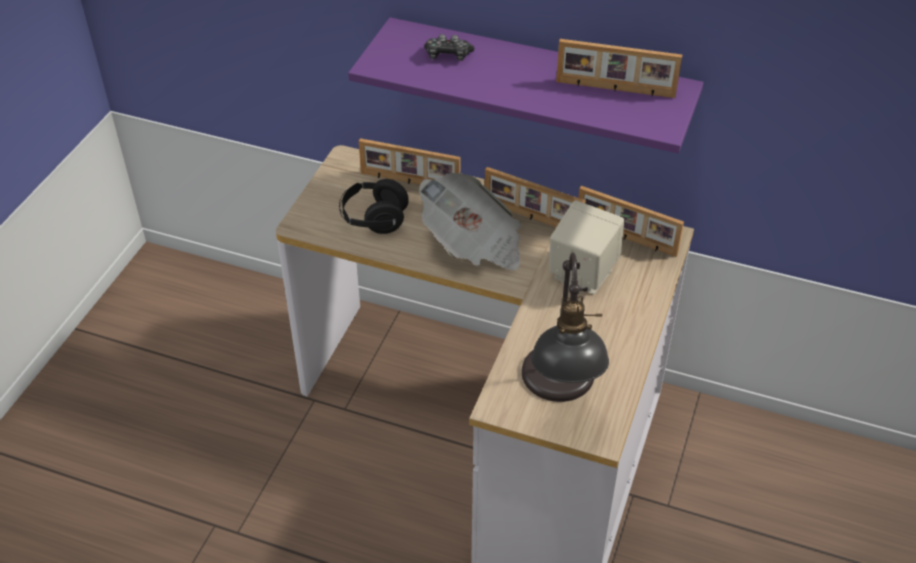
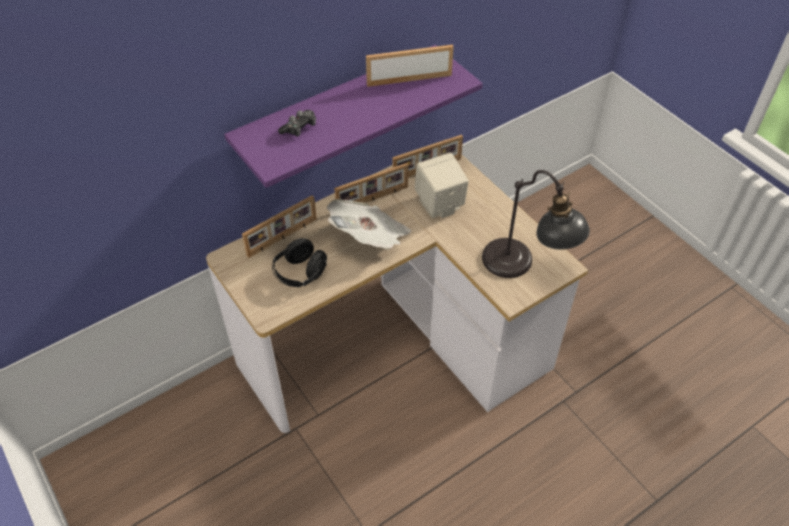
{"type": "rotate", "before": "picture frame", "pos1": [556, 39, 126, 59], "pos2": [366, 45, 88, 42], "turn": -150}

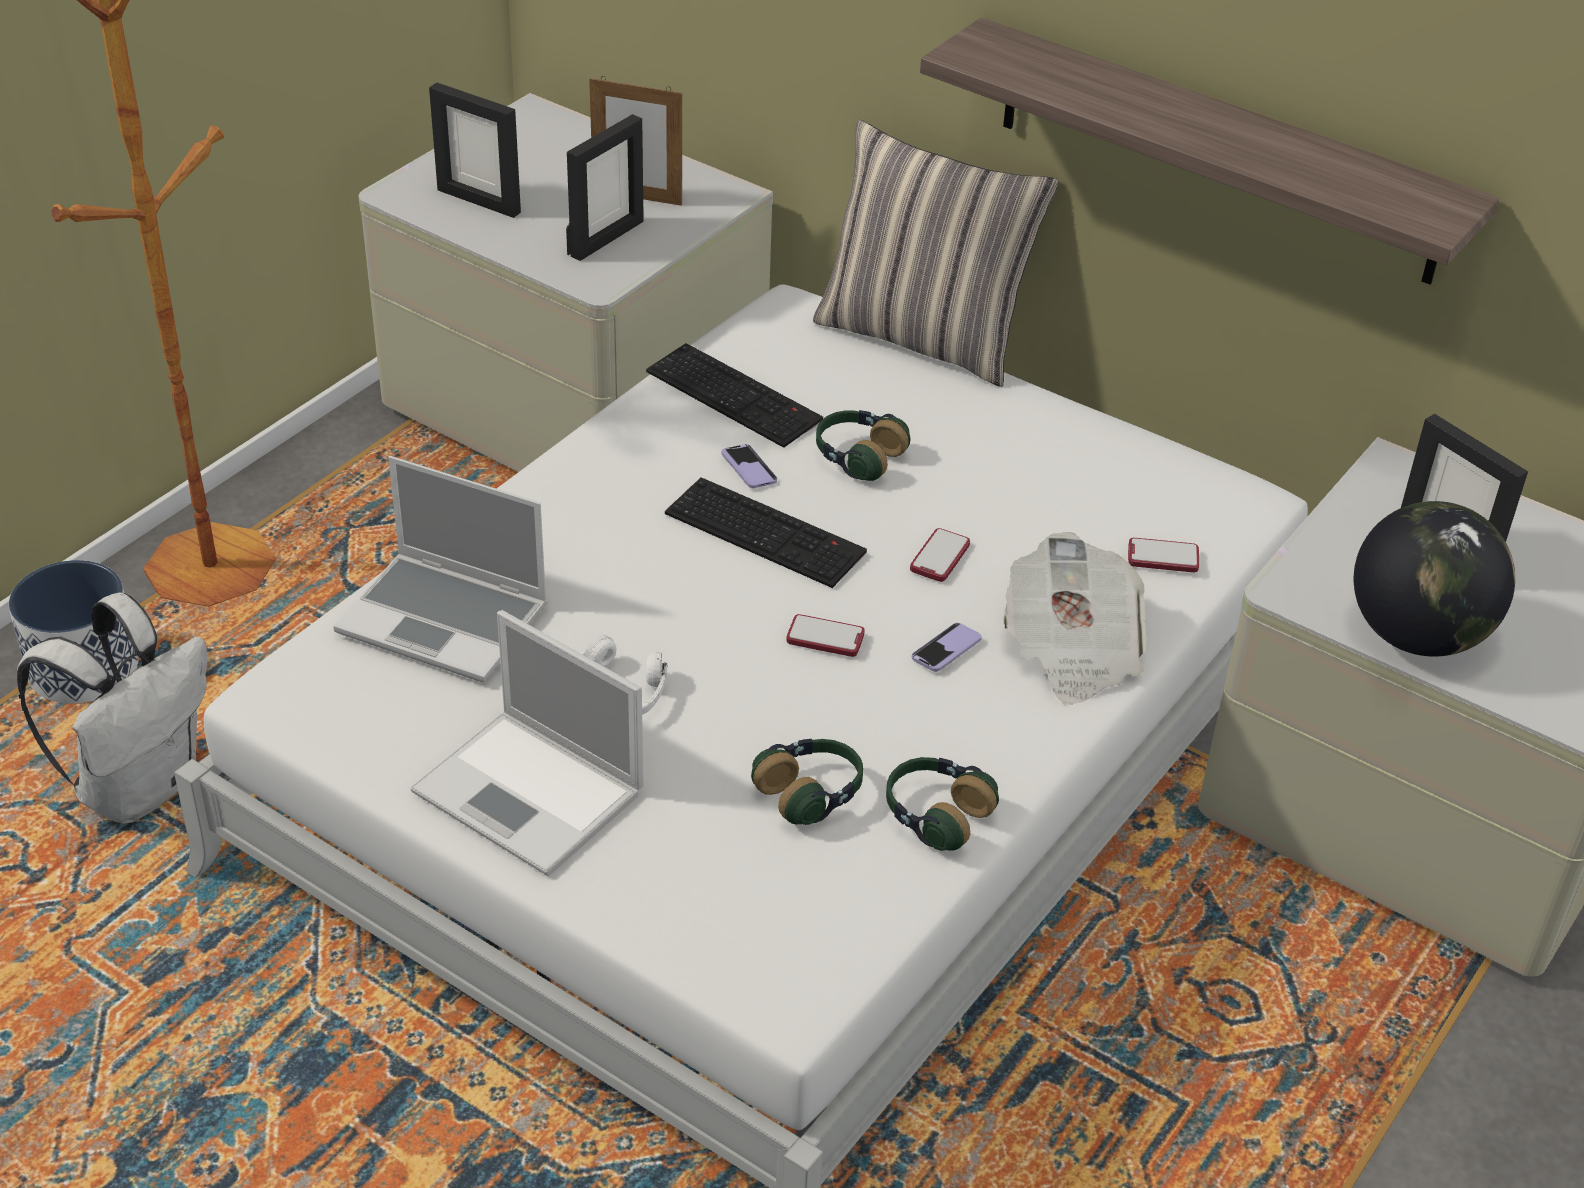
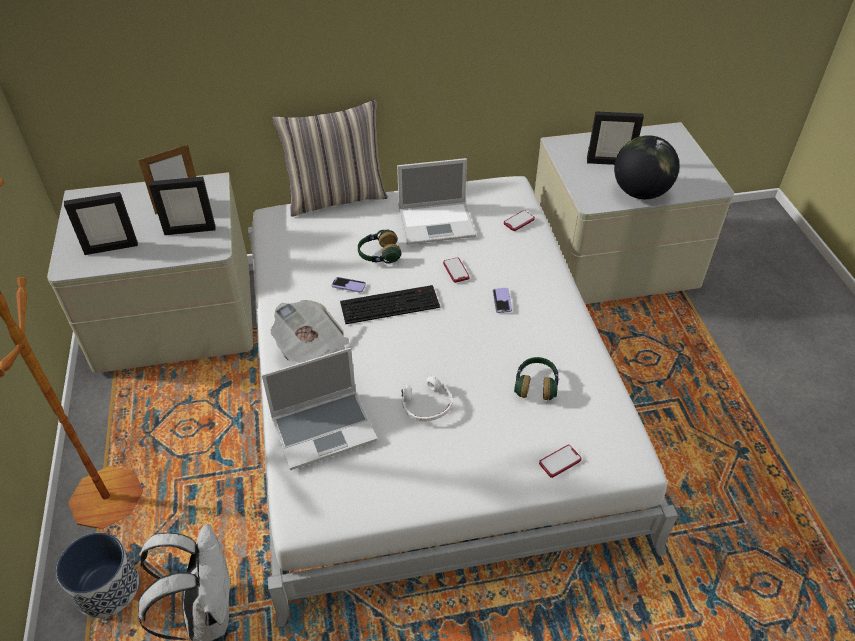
{"type": "rotate", "before": "picture frame", "pos1": [566, 114, 78, 147], "pos2": [149, 177, 67, 58], "turn": 90}
{"type": "move", "before": "newspaper", "pos1": [1002, 532, 145, 173], "pos2": [271, 300, 78, 63]}
{"type": "move", "before": "laptop", "pos1": [410, 610, 233, 266], "pos2": [397, 158, 79, 87]}
{"type": "move", "before": "phone", "pos1": [786, 614, 79, 43], "pos2": [539, 445, 43, 33]}
{"type": "delete", "before": "keyboard", "pos1": [646, 343, 177, 105]}
{"type": "delete", "before": "headphones", "pos1": [886, 757, 113, 94]}
{"type": "delete", "before": "shelf", "pos1": [920, 17, 579, 267]}

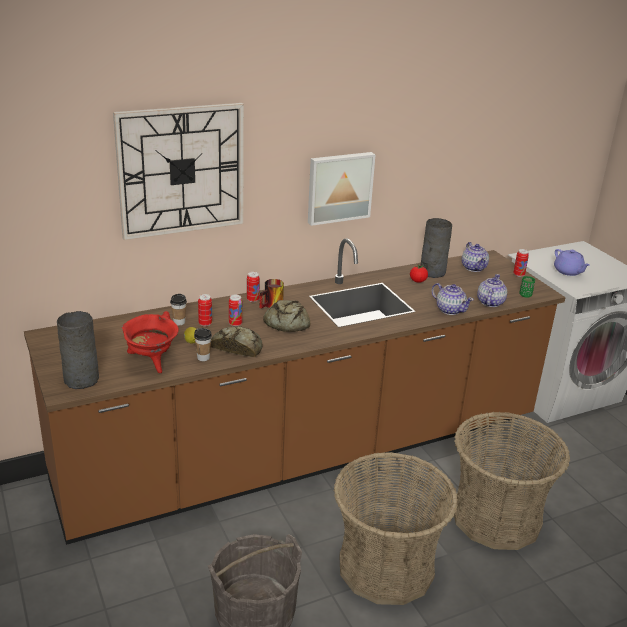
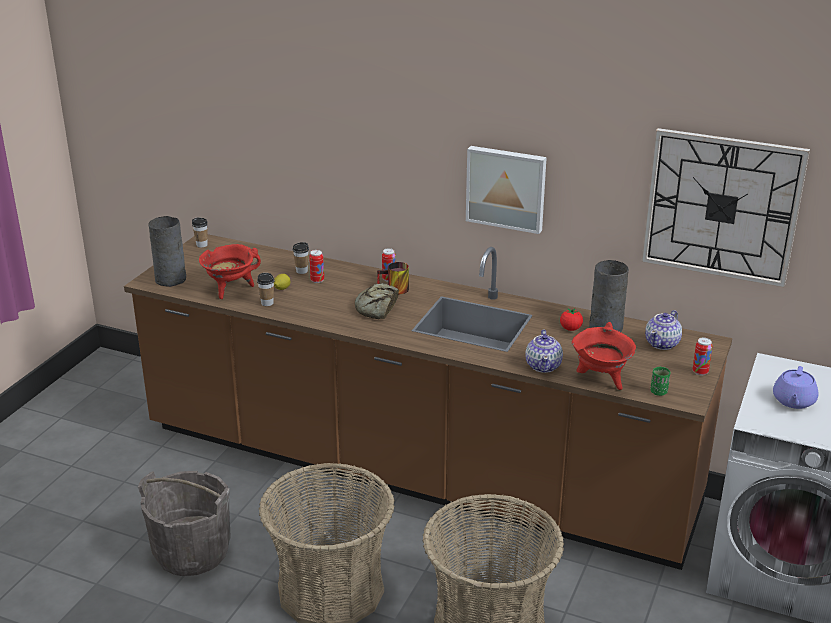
{"type": "insert", "after": "cup", "pos2": [192, 218, 16, 30]}
{"type": "replace", "before": "teapot", "after": "cooking pot in red", "pos1": [477, 274, 30, 33], "pos2": [572, 322, 64, 68]}
{"type": "move", "before": "wall clock", "pos1": [113, 103, 131, 137], "pos2": [642, 128, 168, 159]}
{"type": "delete", "before": "bread", "pos1": [211, 326, 51, 31]}
{"type": "delete", "before": "can", "pos1": [229, 294, 13, 33]}

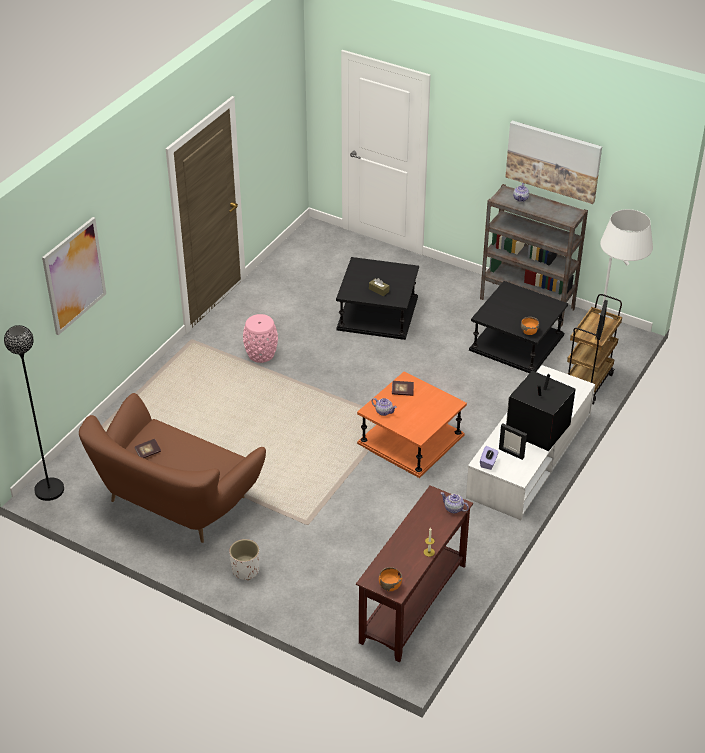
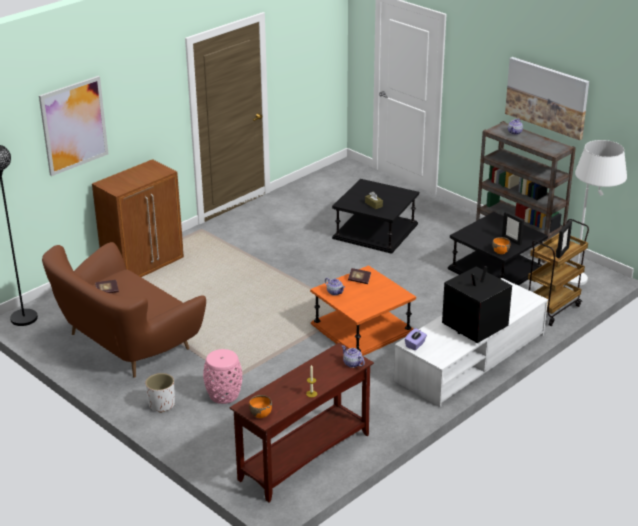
{"type": "insert", "after": "cabinet in brown", "pos2": [92, 159, 92, 118]}
{"type": "move", "before": "stool in pink", "pos1": [243, 314, 35, 49], "pos2": [203, 349, 39, 55]}
{"type": "move", "before": "picture frame", "pos1": [499, 423, 28, 37], "pos2": [502, 211, 22, 35]}

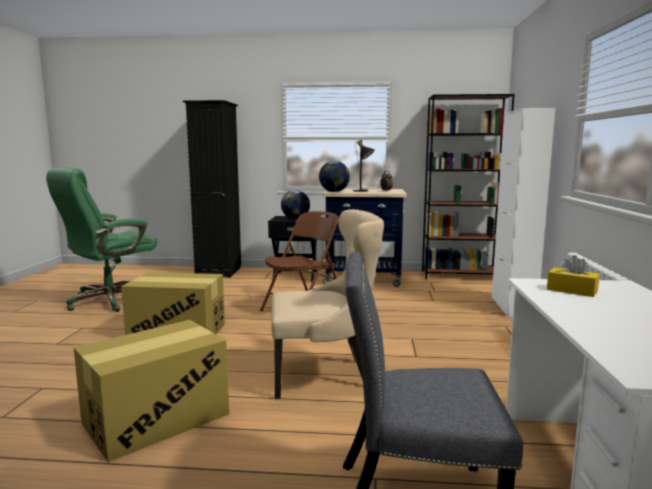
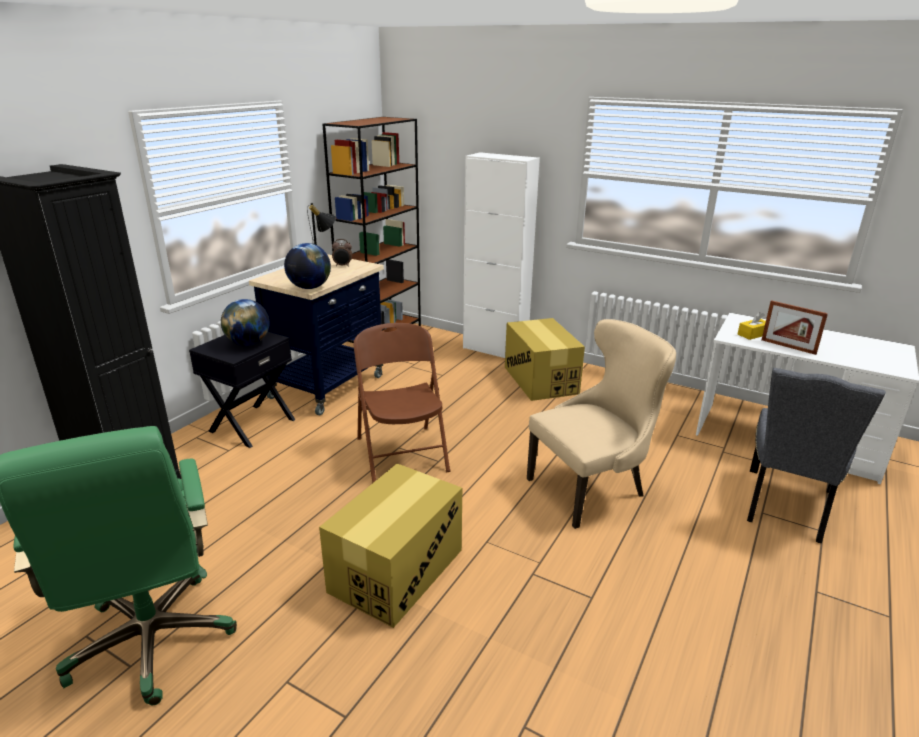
{"type": "move", "before": "cardboard box", "pos1": [74, 320, 155, 142], "pos2": [505, 318, 80, 83]}
{"type": "rotate", "before": "chair in beige", "pos1": [271, 209, 113, 190], "pos2": [527, 319, 149, 210], "turn": 45}
{"type": "insert", "after": "picture frame", "pos2": [762, 300, 66, 55]}

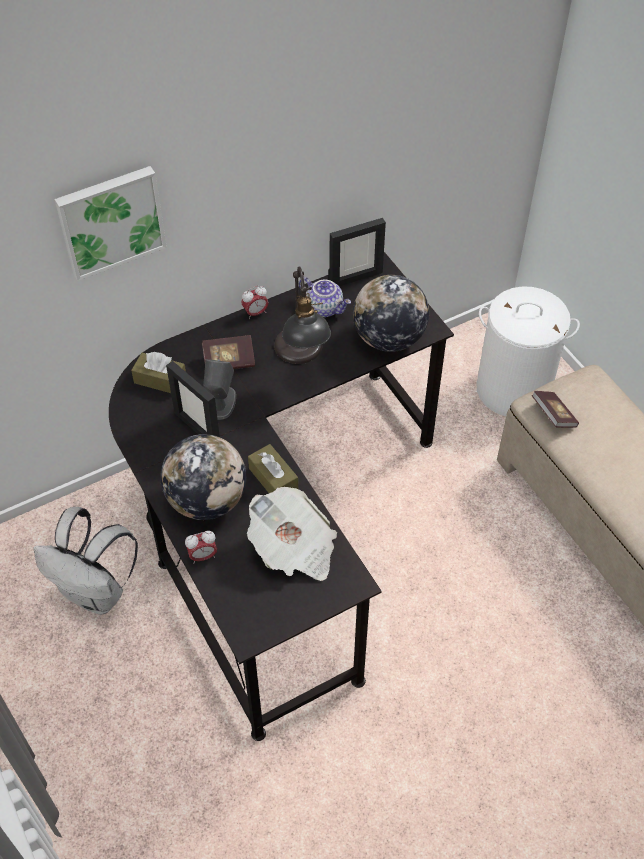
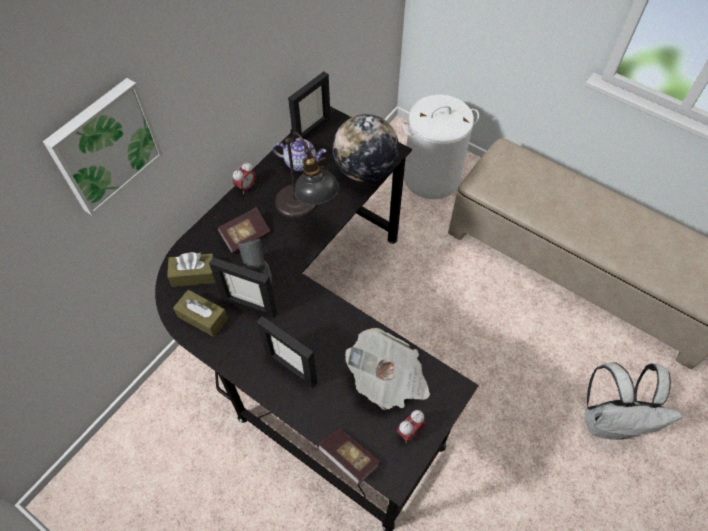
{"type": "move", "before": "tissue box in brown", "pos1": [248, 444, 50, 49], "pos2": [173, 290, 55, 47]}
{"type": "replace", "before": "globe", "after": "picture frame", "pos1": [160, 434, 86, 86], "pos2": [257, 316, 61, 73]}
{"type": "move", "before": "book", "pos1": [532, 391, 47, 37], "pos2": [317, 428, 64, 57]}
{"type": "move", "before": "alarm clock", "pos1": [185, 531, 32, 32], "pos2": [397, 410, 29, 33]}
{"type": "move", "before": "backpack in white", "pos1": [33, 507, 105, 108], "pos2": [585, 362, 97, 78]}

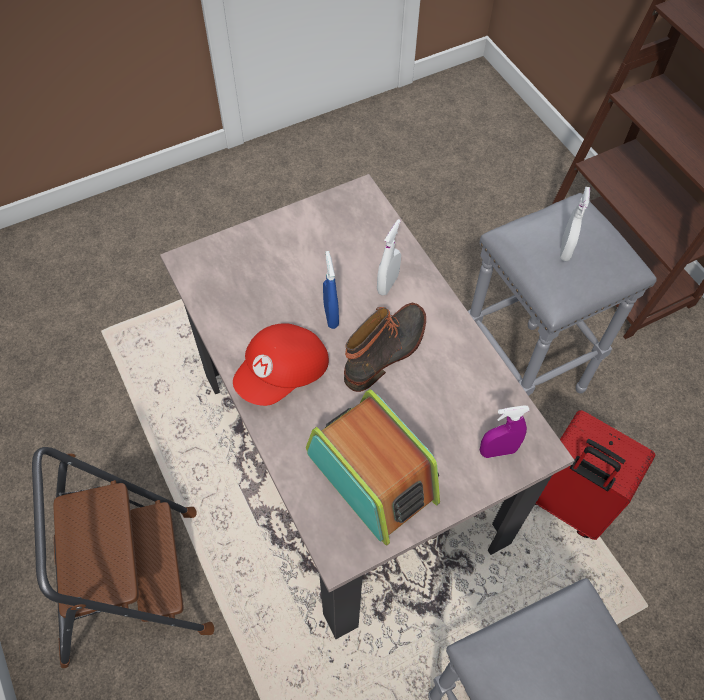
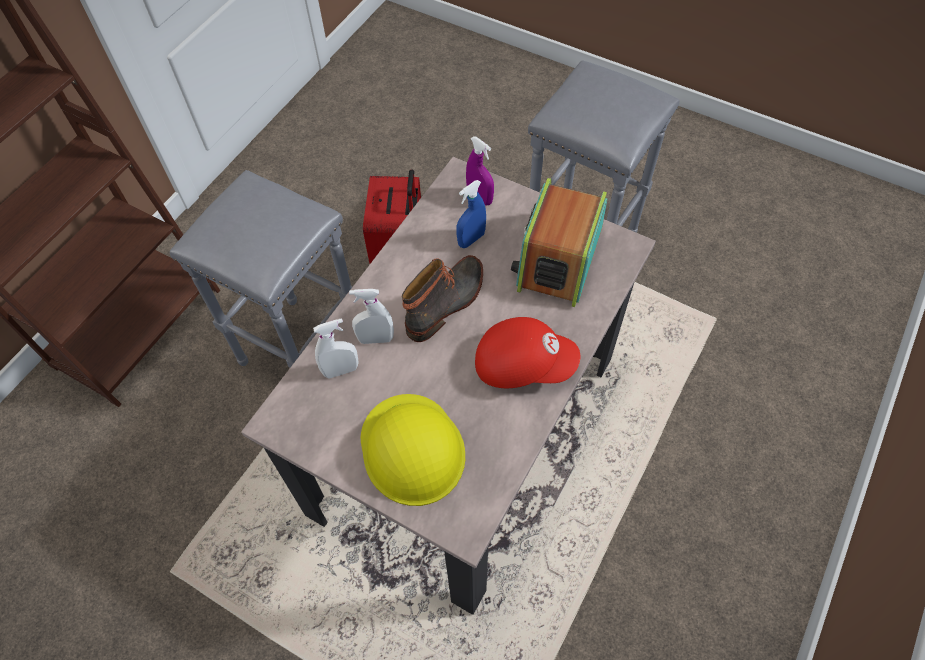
{"type": "move", "before": "spray bottle in white", "pos1": [560, 187, 30, 74], "pos2": [313, 318, 46, 61]}
{"type": "insert", "after": "hard hat in yellow", "pos2": [361, 394, 104, 112]}
{"type": "rotate", "before": "boot", "pos1": [344, 303, 82, 89], "pos2": [401, 255, 82, 87], "turn": 120}
{"type": "move", "before": "spray bottle in blue", "pos1": [323, 251, 16, 78], "pos2": [456, 180, 30, 68]}
{"type": "delete", "before": "step ladder in brown", "pos1": [32, 447, 182, 221]}

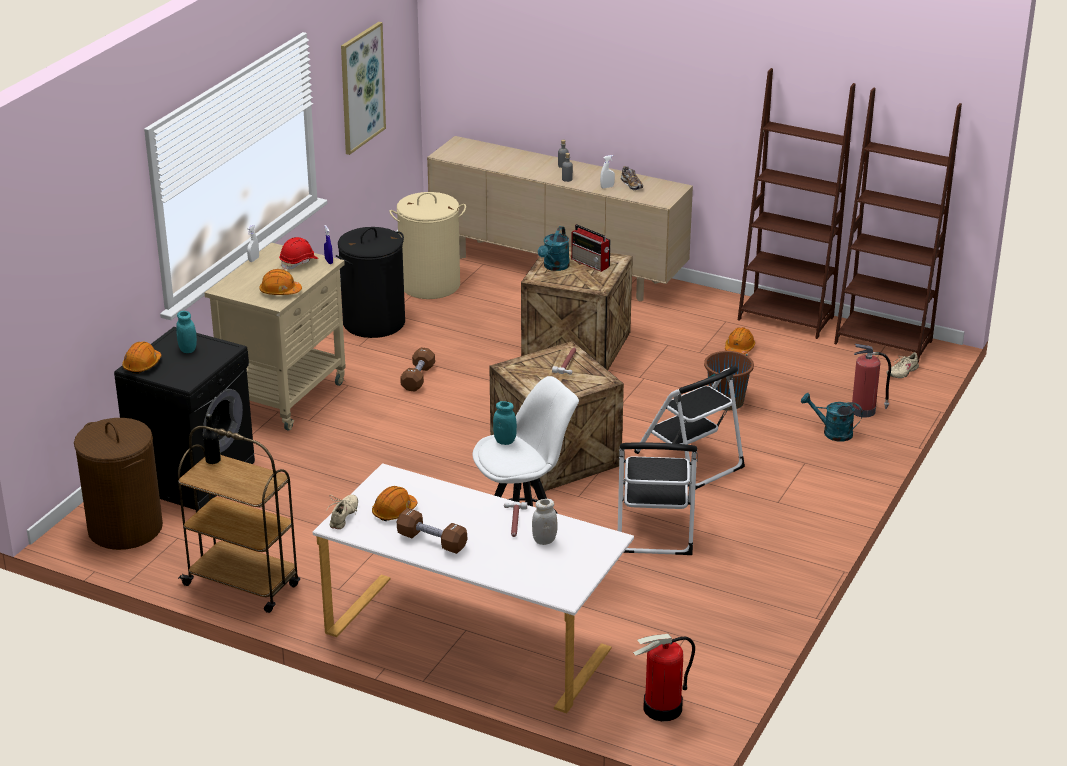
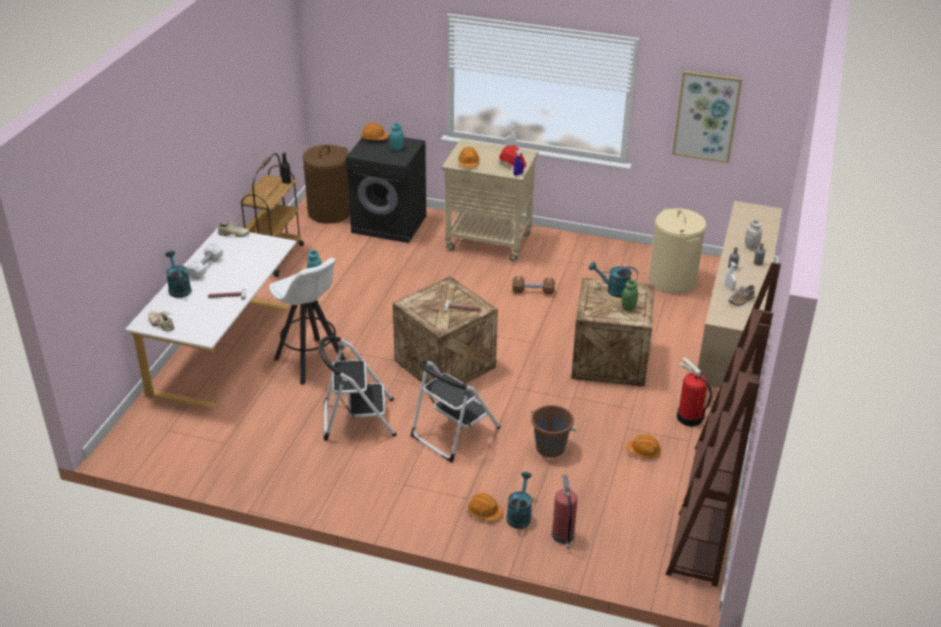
{"type": "move", "before": "shoe in beige", "pos1": [886, 352, 34, 26], "pos2": [148, 311, 27, 21]}
{"type": "insert", "after": "watering can in turquoise", "pos2": [165, 251, 26, 47]}
{"type": "recolor", "before": "dumbbell in brown", "after": "dumbbell in white", "pos1": [397, 508, 70, 46], "pos2": [186, 243, 37, 37]}
{"type": "move", "before": "hard hat in orange", "pos1": [372, 486, 45, 35], "pos2": [468, 493, 35, 28]}
{"type": "replace", "before": "radio", "after": "jar in green", "pos1": [571, 224, 39, 48], "pos2": [622, 280, 16, 31]}
{"type": "move", "before": "fire extinguisher", "pos1": [633, 634, 62, 87], "pos2": [677, 357, 35, 69]}
{"type": "move", "before": "jar in white", "pos1": [532, 499, 26, 46], "pos2": [745, 220, 17, 30]}
{"type": "delete", "before": "laundry basket in black", "pos1": [336, 227, 69, 111]}

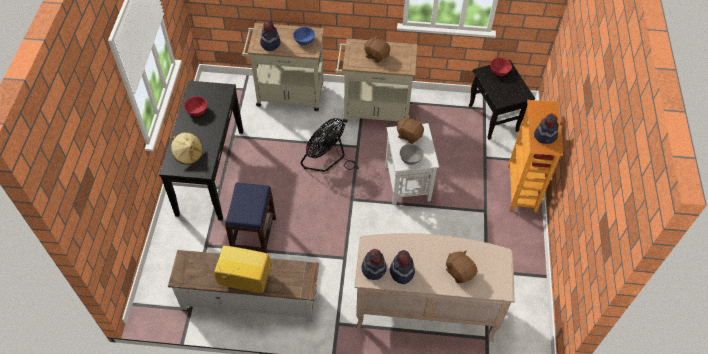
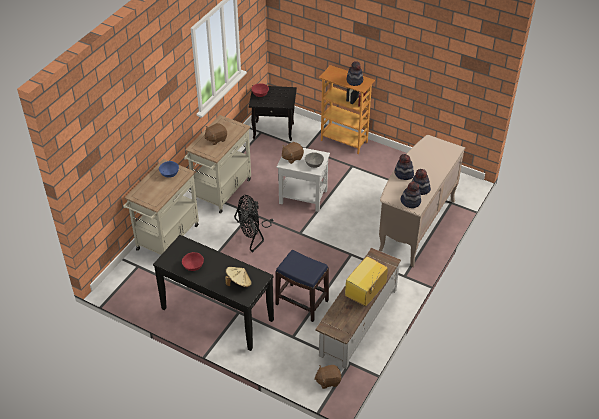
{"type": "move", "before": "plush toy in brown", "pos1": [446, 250, 32, 33], "pos2": [314, 365, 27, 24]}
{"type": "move", "before": "hat", "pos1": [260, 20, 21, 31], "pos2": [394, 154, 20, 26]}

